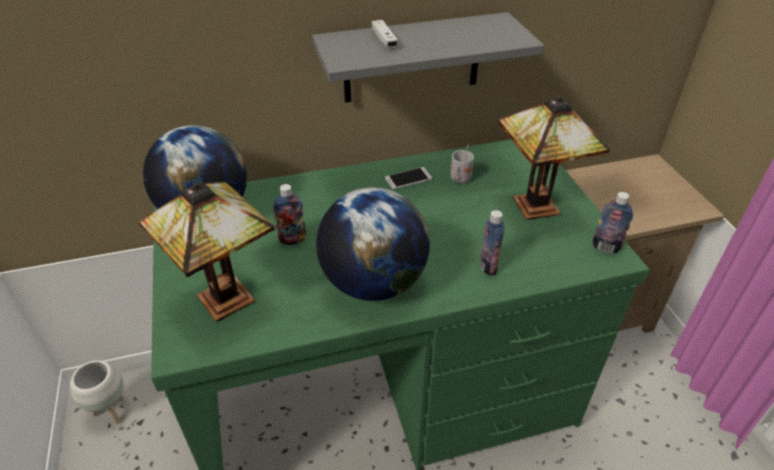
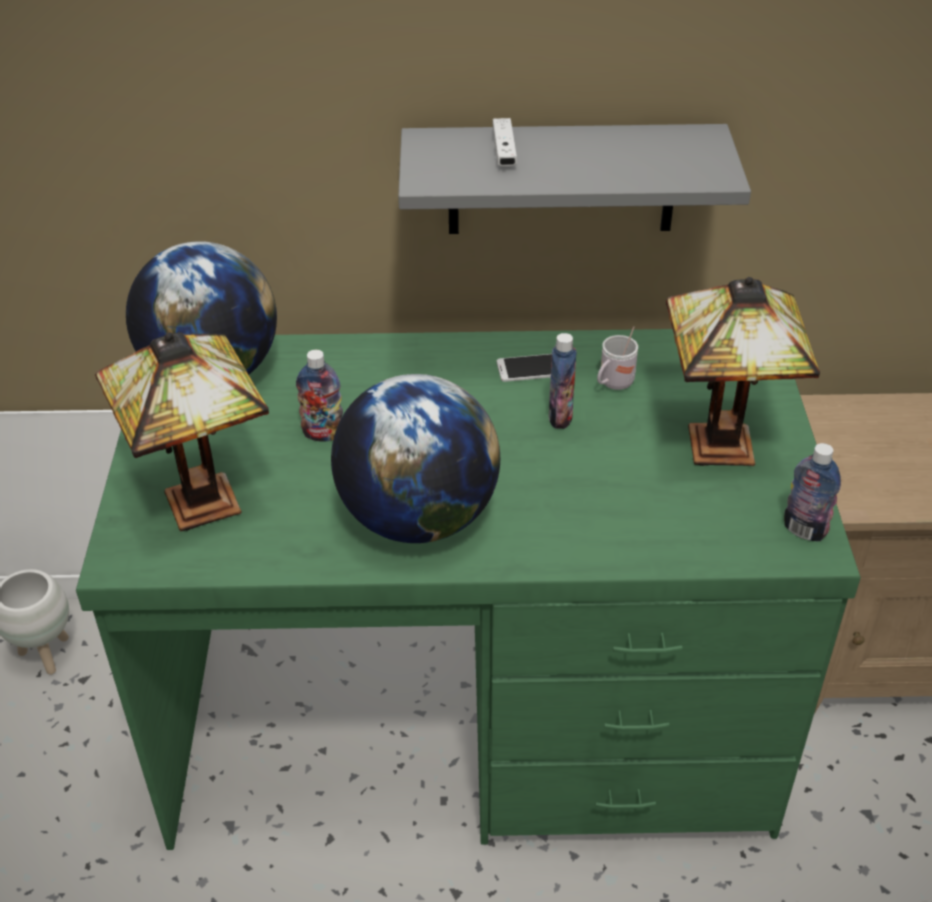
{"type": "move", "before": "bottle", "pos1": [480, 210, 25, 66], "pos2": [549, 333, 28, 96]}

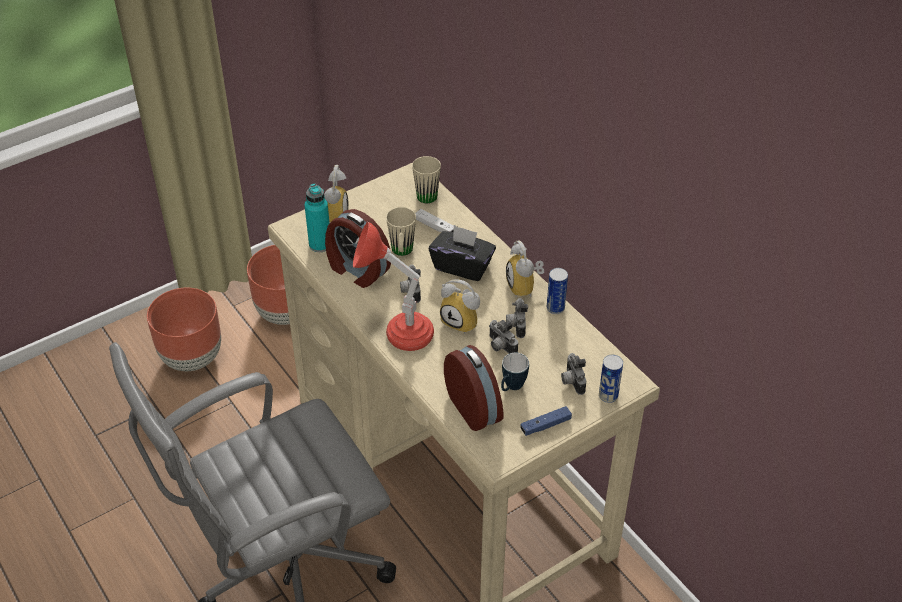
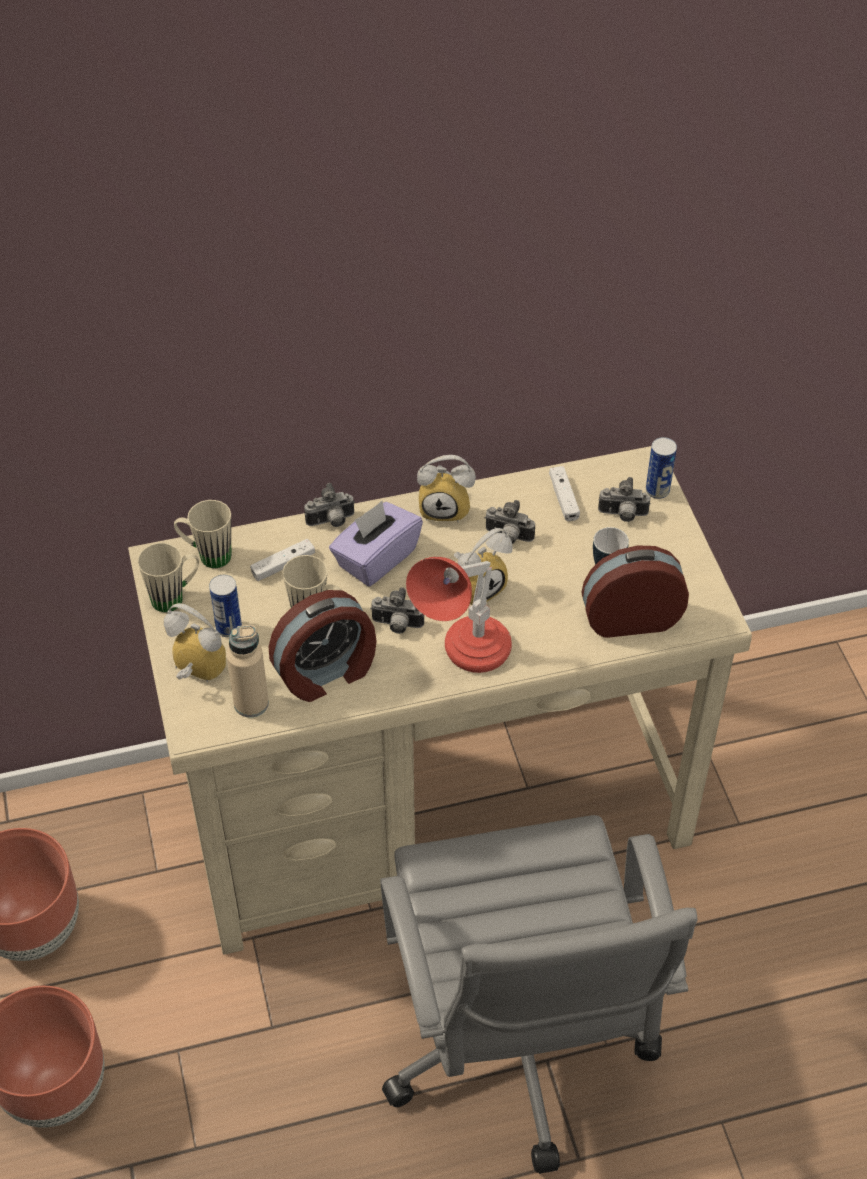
{"type": "insert", "after": "mug in beige", "pos2": [137, 543, 62, 69]}
{"type": "move", "before": "can", "pos1": [547, 268, 21, 46], "pos2": [209, 575, 33, 62]}
{"type": "recolor", "before": "bottle in turquoise", "after": "bottle in beige", "pos1": [305, 183, 25, 69], "pos2": [226, 625, 43, 93]}
{"type": "move", "before": "photo camera", "pos1": [489, 320, 29, 34], "pos2": [304, 483, 51, 44]}
{"type": "recolor", "before": "tissue box in black", "after": "tissue box in purple", "pos1": [429, 225, 67, 56], "pos2": [329, 501, 94, 85]}
{"type": "insert", "after": "game controller in white", "pos2": [549, 466, 31, 55]}
{"type": "delete", "before": "game controller in blue", "pos1": [520, 406, 52, 30]}

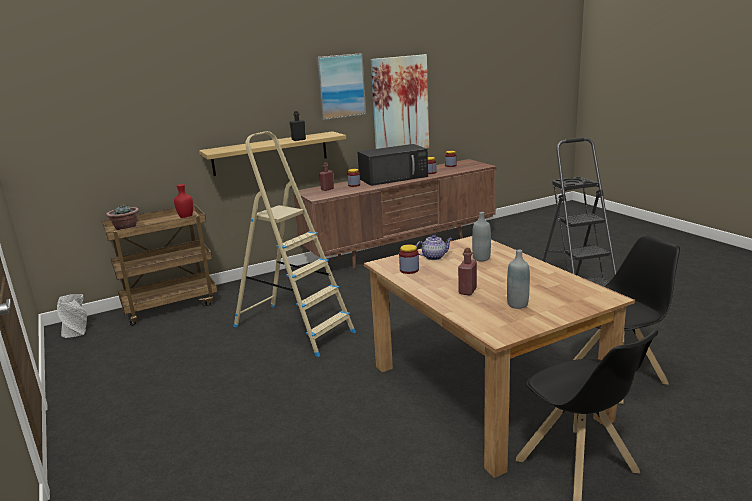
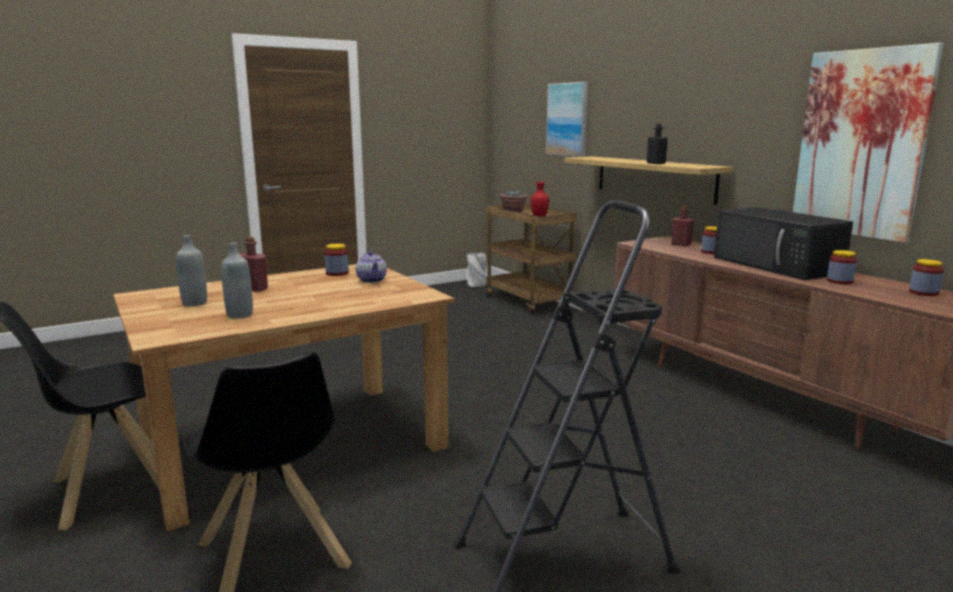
{"type": "move", "before": "bottle in grey", "pos1": [472, 212, 19, 50], "pos2": [221, 243, 32, 75]}
{"type": "move", "before": "picture", "pos1": [316, 53, 50, 67], "pos2": [546, 82, 42, 75]}
{"type": "delete", "before": "step ladder in beige", "pos1": [234, 131, 122, 226]}

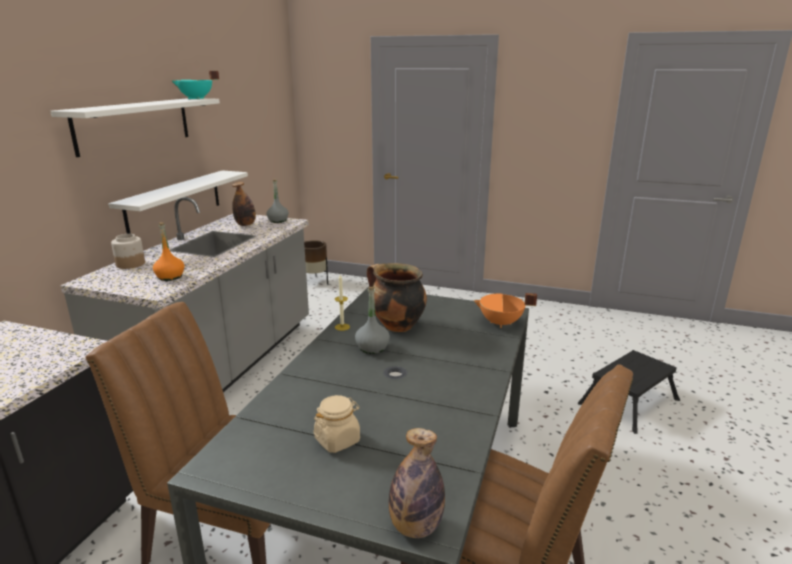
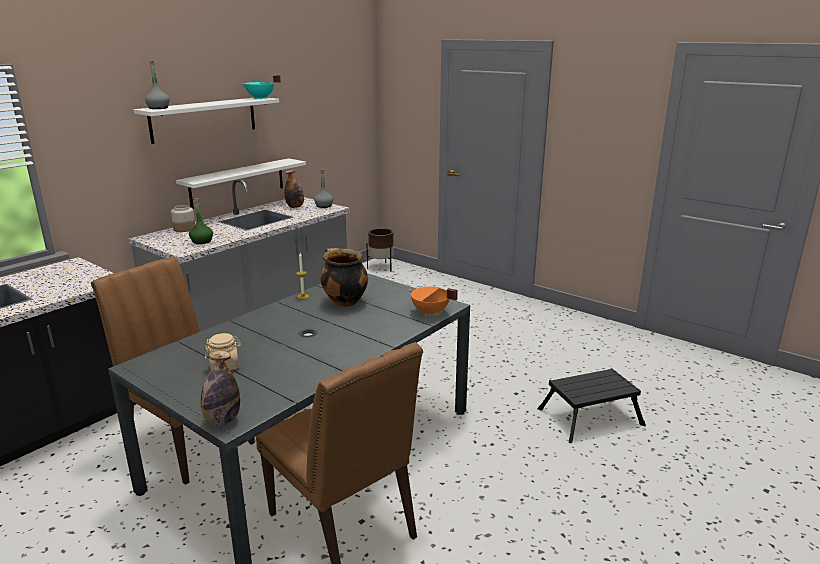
{"type": "move", "before": "bottle in grey", "pos1": [355, 287, 35, 67], "pos2": [145, 61, 25, 48]}
{"type": "recolor", "before": "bottle in orange", "after": "bottle in green", "pos1": [153, 222, 32, 59], "pos2": [189, 198, 24, 46]}

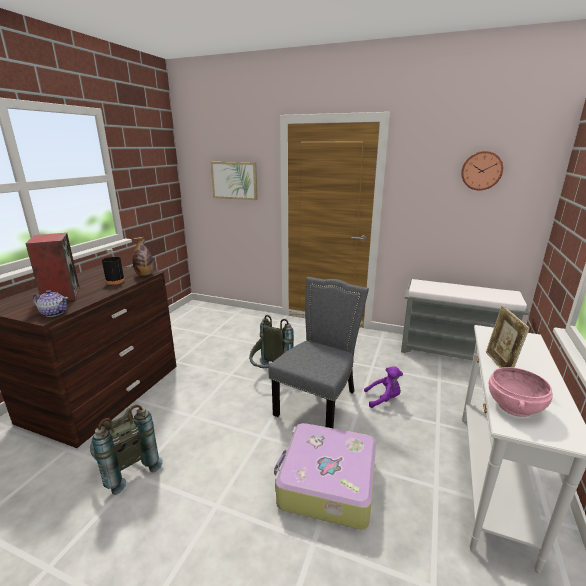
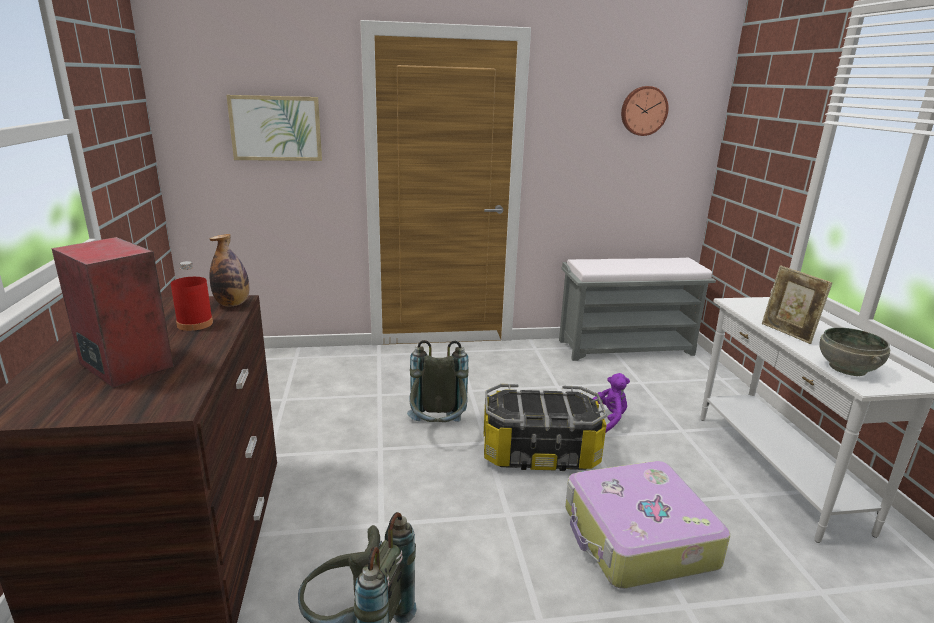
{"type": "recolor", "before": "bottle in black", "after": "bottle in red", "pos1": [102, 249, 23, 36], "pos2": [171, 261, 42, 70]}
{"type": "replace", "before": "chair in grey", "after": "storage box", "pos1": [268, 277, 101, 151], "pos2": [484, 384, 123, 87]}
{"type": "recolor", "before": "bowl in pink", "after": "bowl in grey", "pos1": [489, 367, 64, 50], "pos2": [819, 328, 71, 48]}
{"type": "delete", "before": "teapot", "pos1": [33, 290, 35, 27]}

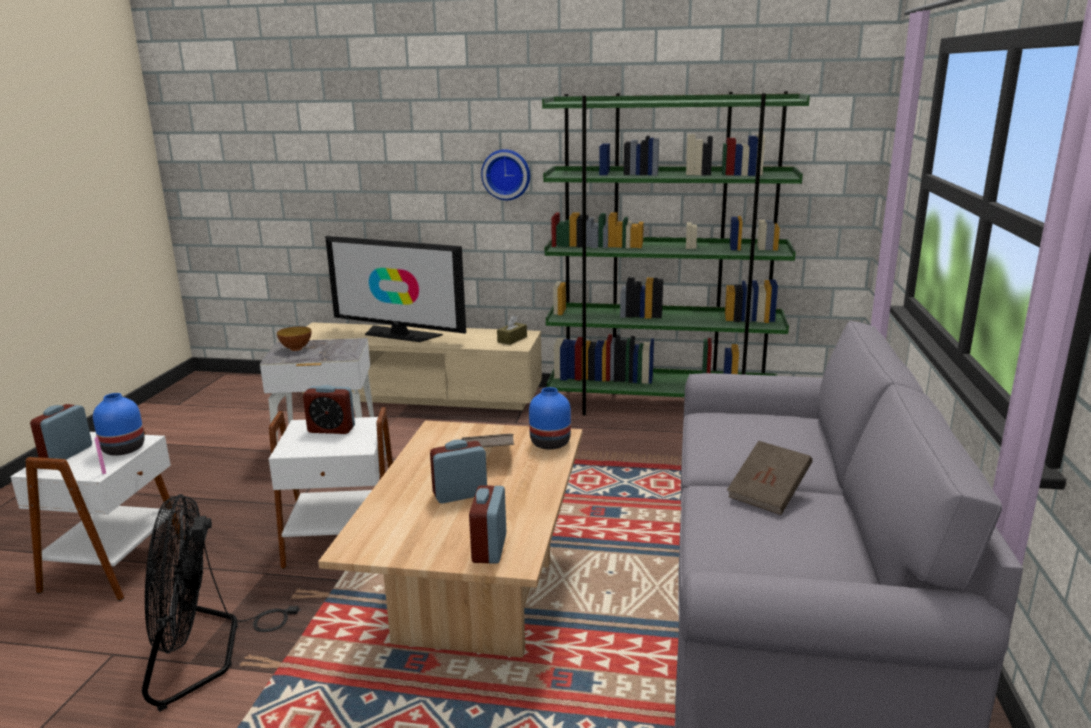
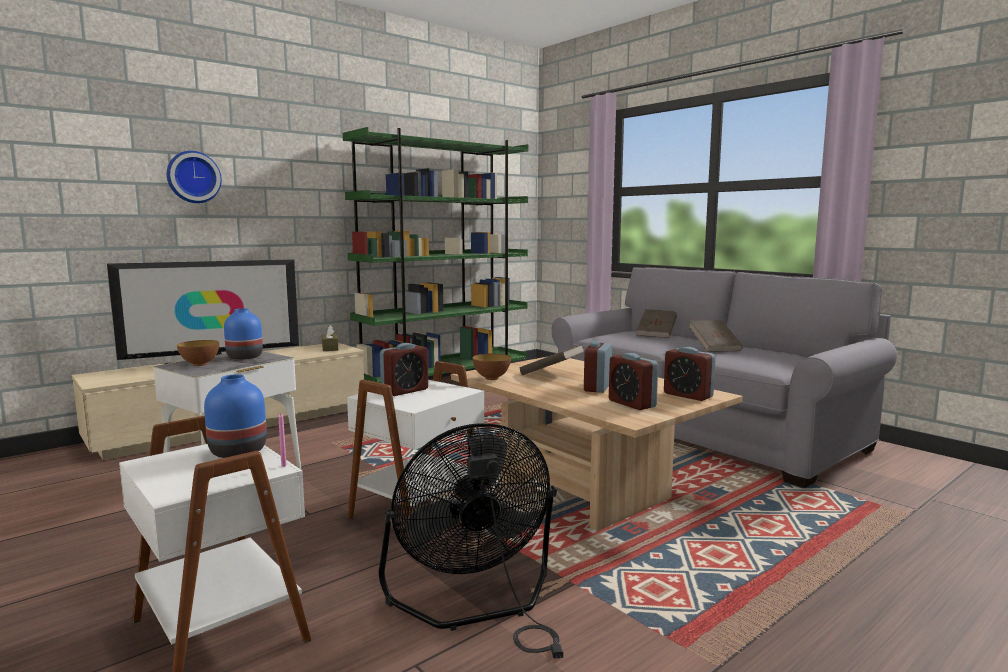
{"type": "move", "before": "wall clock", "pos1": [481, 149, 49, 51], "pos2": [167, 151, 55, 52]}
{"type": "move", "before": "vase in blue", "pos1": [529, 387, 42, 62], "pos2": [224, 308, 39, 52]}
{"type": "rotate", "before": "fan in black", "pos1": [142, 494, 159, 218], "pos2": [379, 423, 184, 236], "turn": 135}
{"type": "insert", "after": "bowl", "pos2": [472, 353, 39, 27]}
{"type": "move", "before": "alarm clock", "pos1": [30, 404, 62, 55], "pos2": [609, 353, 49, 57]}
{"type": "insert", "after": "book in brown", "pos2": [637, 309, 40, 29]}

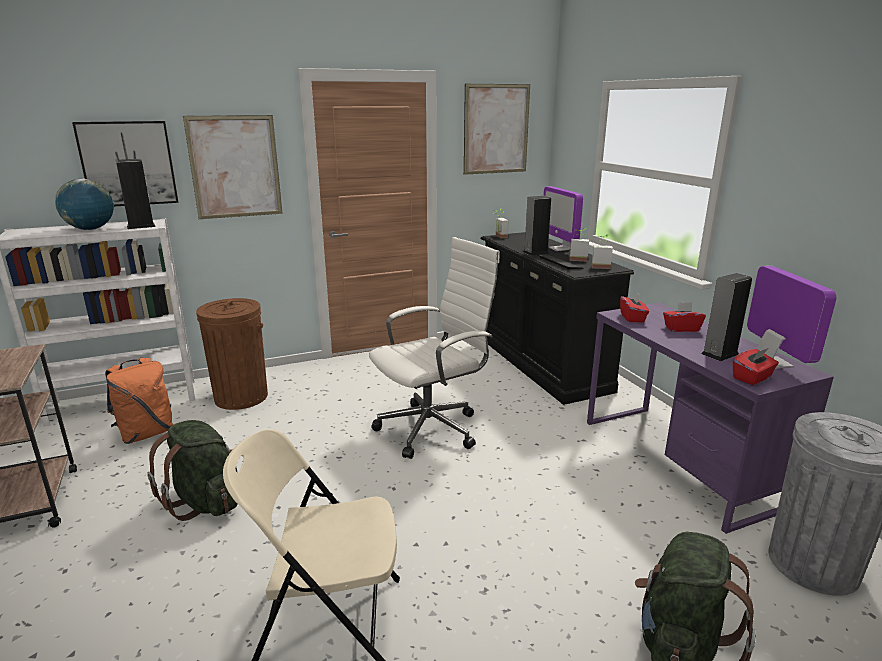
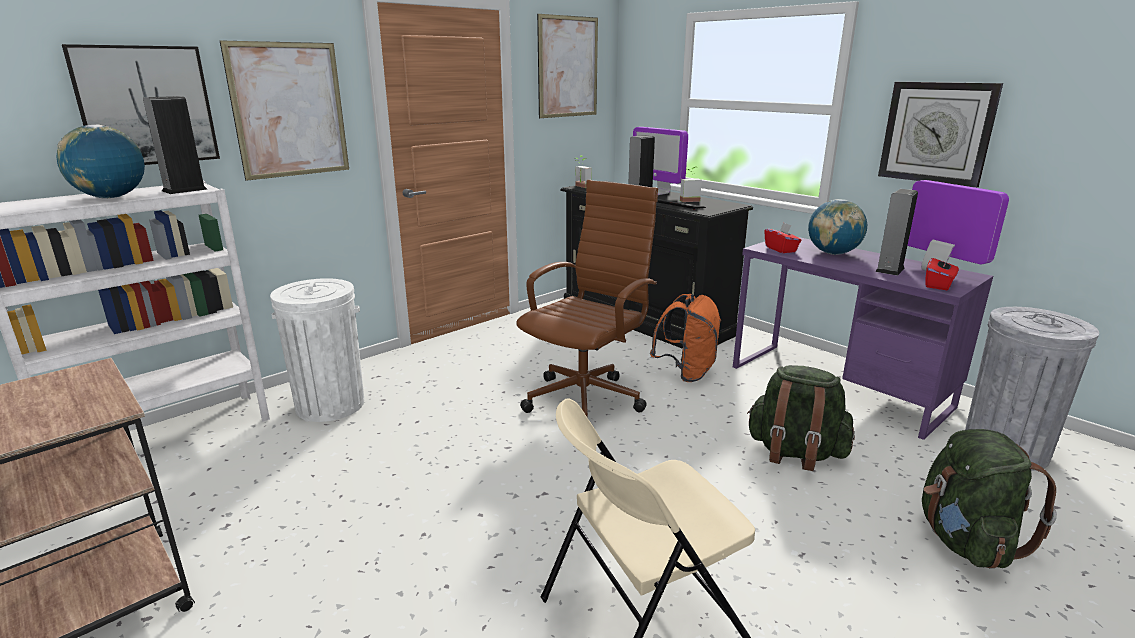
{"type": "recolor", "before": "trash can in brown", "after": "trash can in white", "pos1": [196, 298, 72, 112], "pos2": [270, 278, 94, 144]}
{"type": "recolor", "before": "office chair in white", "after": "office chair in brown", "pos1": [369, 237, 131, 222], "pos2": [516, 180, 142, 238]}
{"type": "move", "before": "backpack in orange", "pos1": [105, 358, 68, 86], "pos2": [650, 294, 71, 88]}
{"type": "move", "before": "backpack in green", "pos1": [147, 420, 90, 101], "pos2": [747, 365, 108, 106]}
{"type": "replace", "before": "tissue box in red", "after": "globe", "pos1": [663, 302, 43, 30], "pos2": [808, 199, 59, 56]}
{"type": "insert", "after": "wall clock", "pos2": [878, 82, 125, 106]}
{"type": "delete", "before": "potted plant", "pos1": [592, 234, 21, 35]}

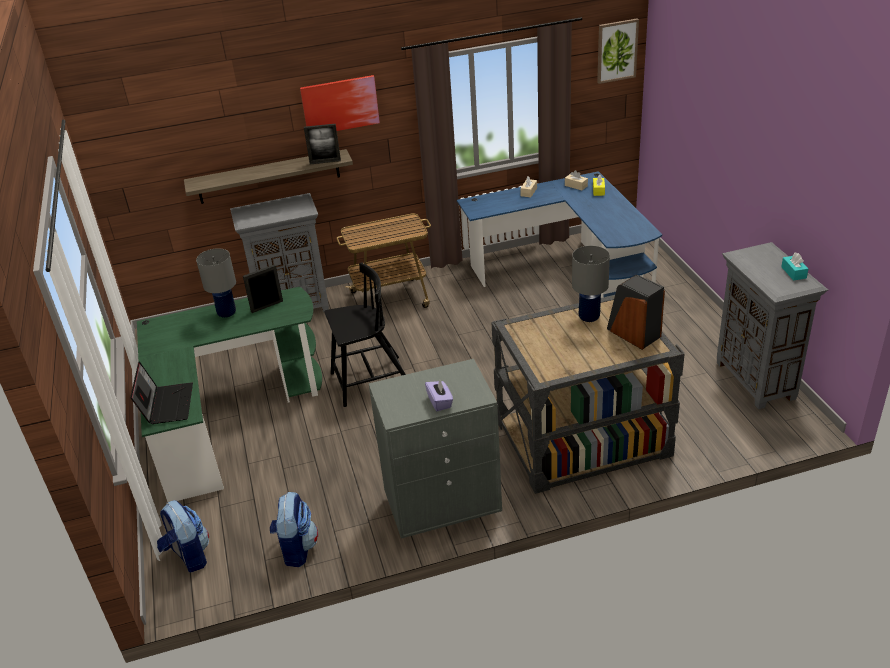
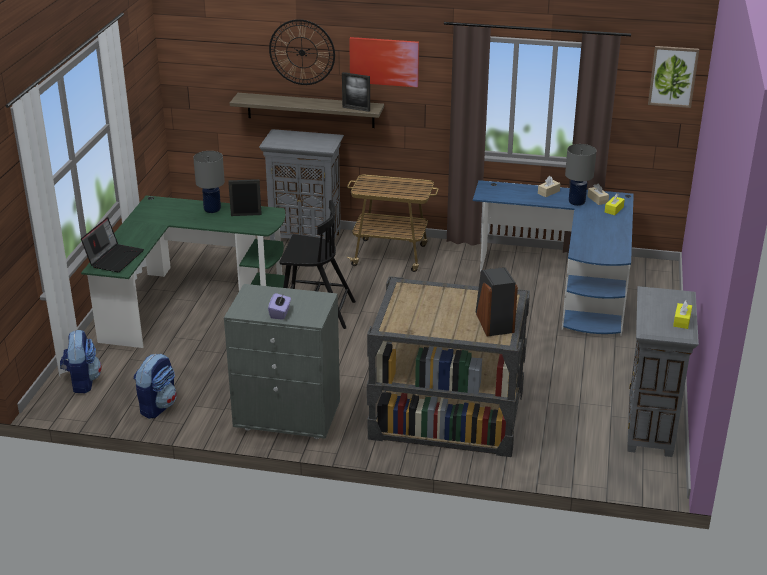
{"type": "insert", "after": "wall clock", "pos2": [269, 19, 66, 66]}
{"type": "move", "before": "table lamp in grey", "pos1": [572, 246, 38, 76], "pos2": [565, 144, 31, 62]}
{"type": "recolor", "before": "tissue box in turquoise", "after": "tissue box in yellow", "pos1": [781, 252, 27, 29], "pos2": [673, 301, 19, 28]}

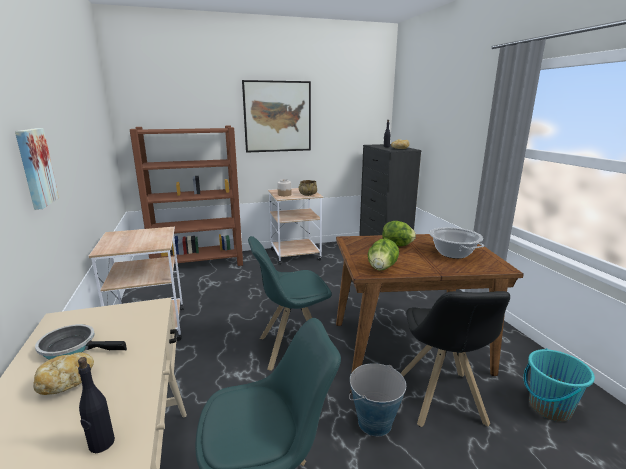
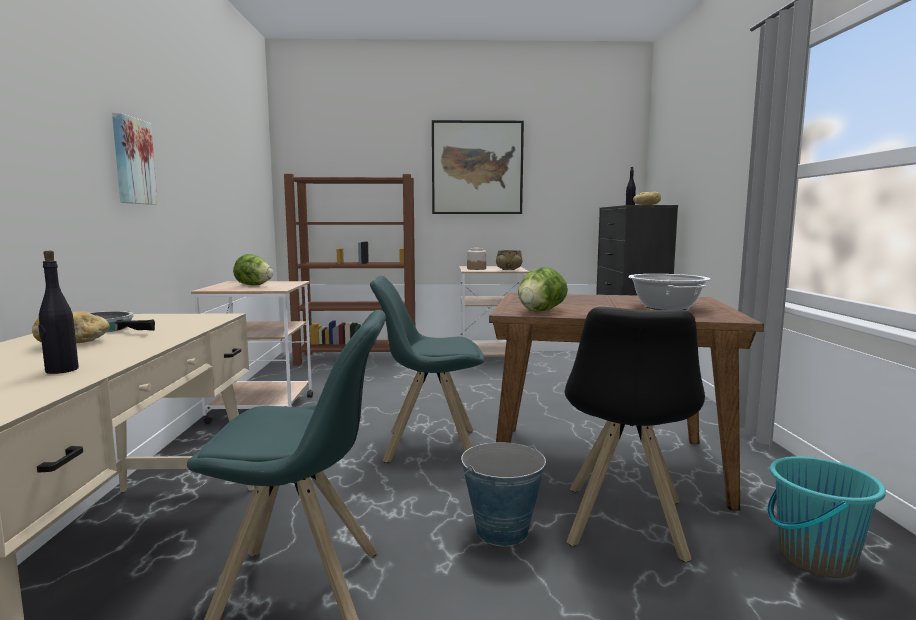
{"type": "move", "before": "lettuce", "pos1": [382, 221, 34, 25], "pos2": [233, 254, 41, 31]}

